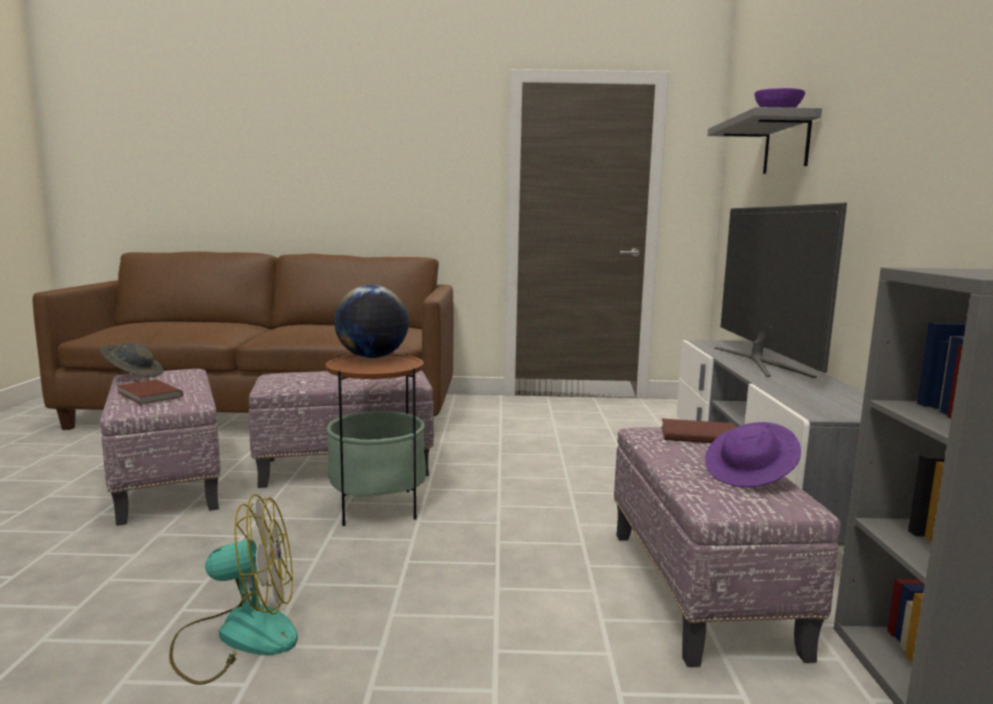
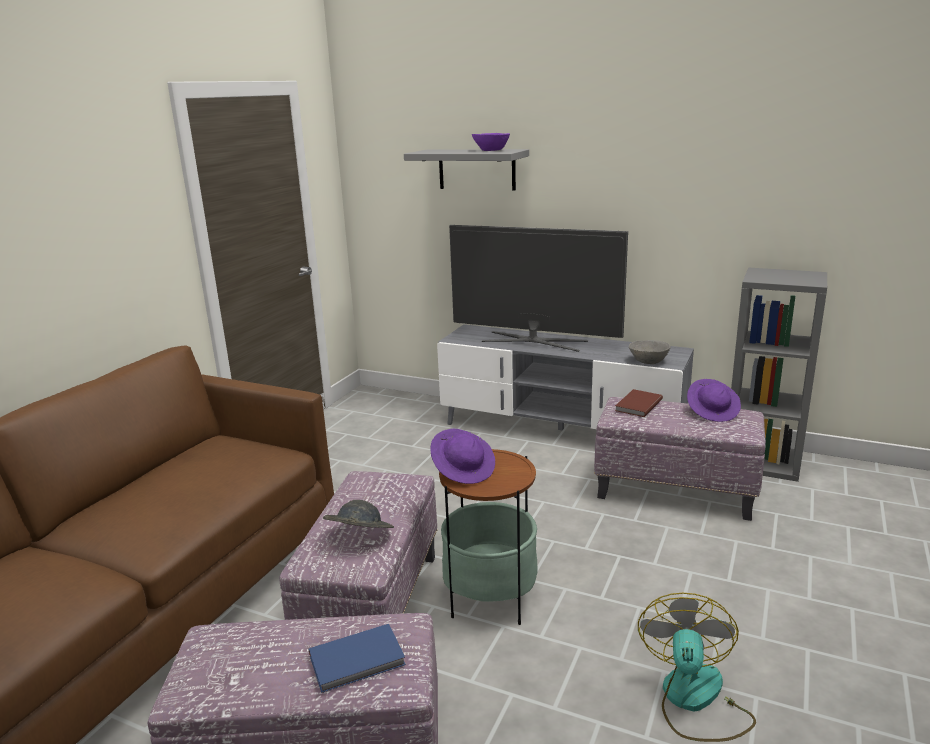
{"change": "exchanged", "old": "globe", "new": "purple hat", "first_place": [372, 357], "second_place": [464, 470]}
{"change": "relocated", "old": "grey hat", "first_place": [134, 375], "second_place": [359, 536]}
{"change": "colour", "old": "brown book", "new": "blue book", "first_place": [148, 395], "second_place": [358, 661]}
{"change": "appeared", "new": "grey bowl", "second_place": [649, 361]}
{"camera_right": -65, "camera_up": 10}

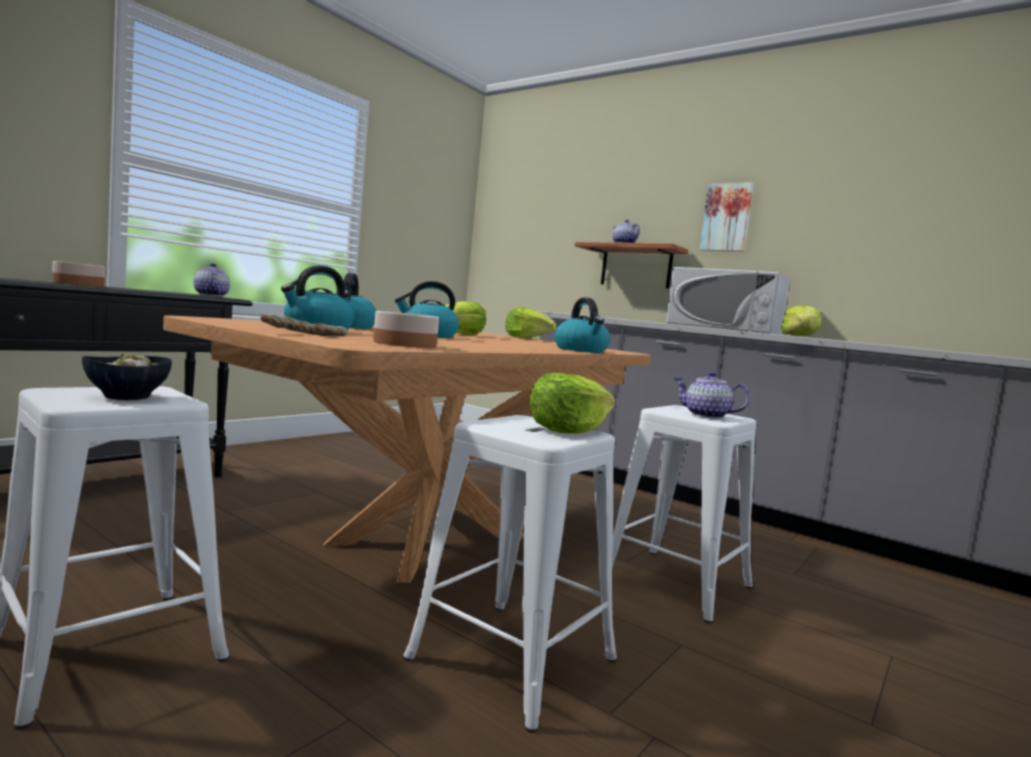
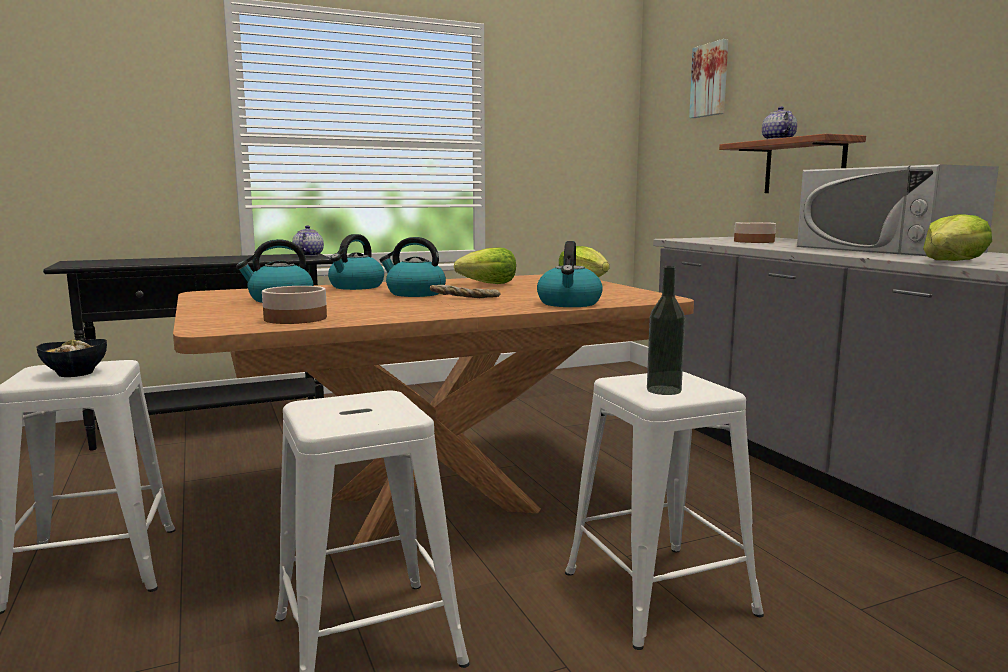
{"change": "relocated", "old": "picture", "first_place": [727, 218], "second_place": [710, 80]}
{"change": "relocated", "old": "bowl", "first_place": [78, 284], "second_place": [753, 241]}
{"change": "relocated", "old": "bread", "first_place": [305, 335], "second_place": [465, 299]}
{"change": "exchanged", "old": "teapot", "new": "bottle", "first_place": [705, 416], "second_place": [663, 390]}
{"change": "missing", "old": "lettuce", "first_place": [568, 430]}
{"camera_right": 30, "camera_up": 5}

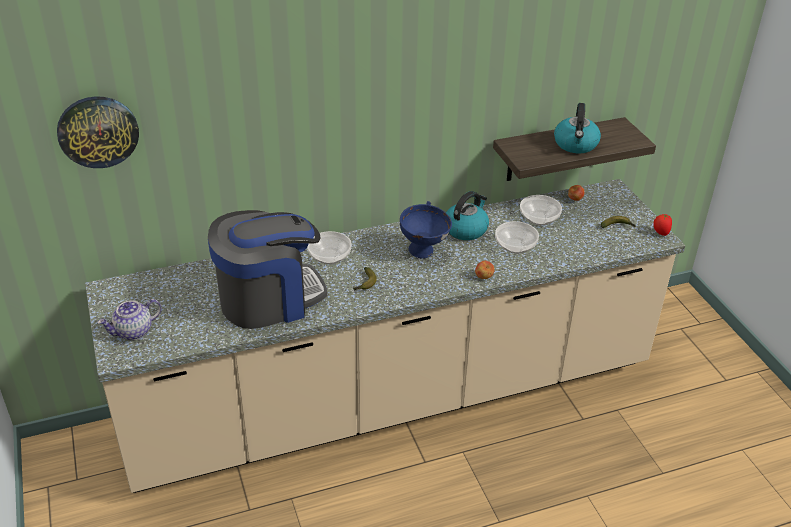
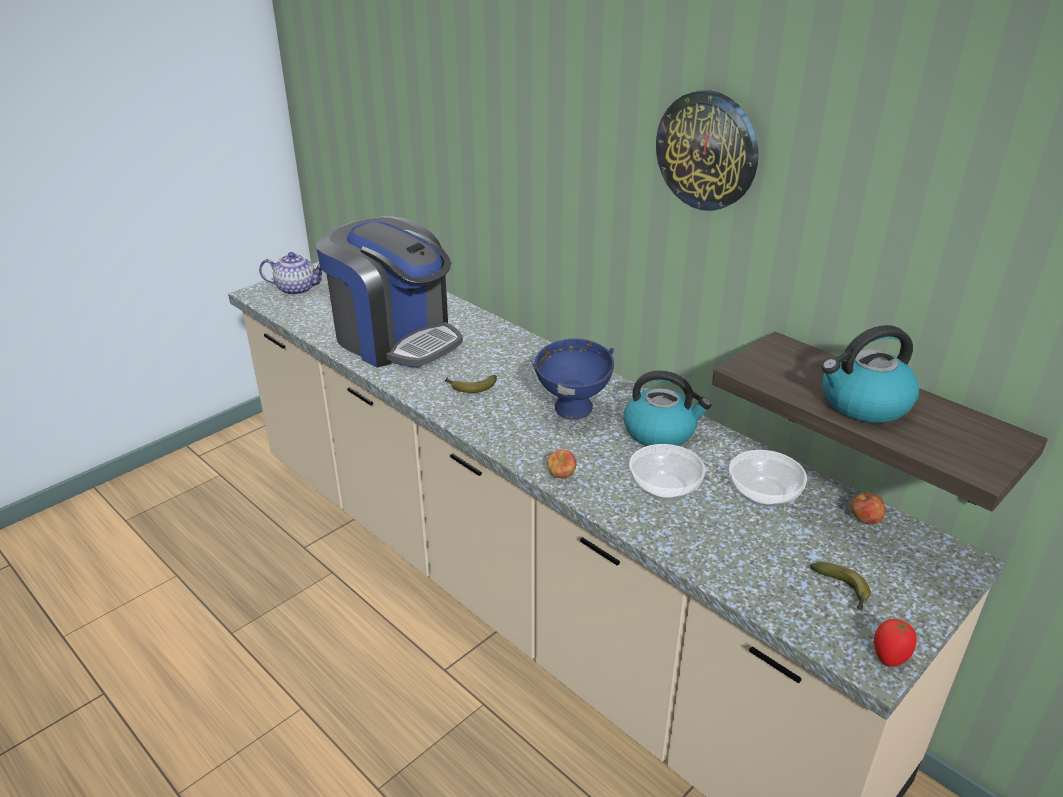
{"change": "relocated", "old": "wall clock", "first_place": [98, 131], "second_place": [707, 150]}
{"change": "missing", "old": "bowl", "first_place": [330, 257]}
{"change": "spun", "old": "teapot", "first_place": [133, 332], "second_place": [297, 289], "degrees": 150}
{"camera_right": 65, "camera_up": -5}

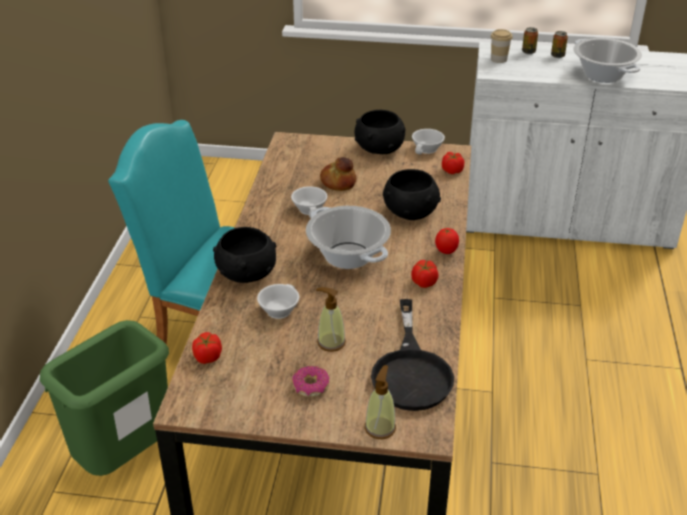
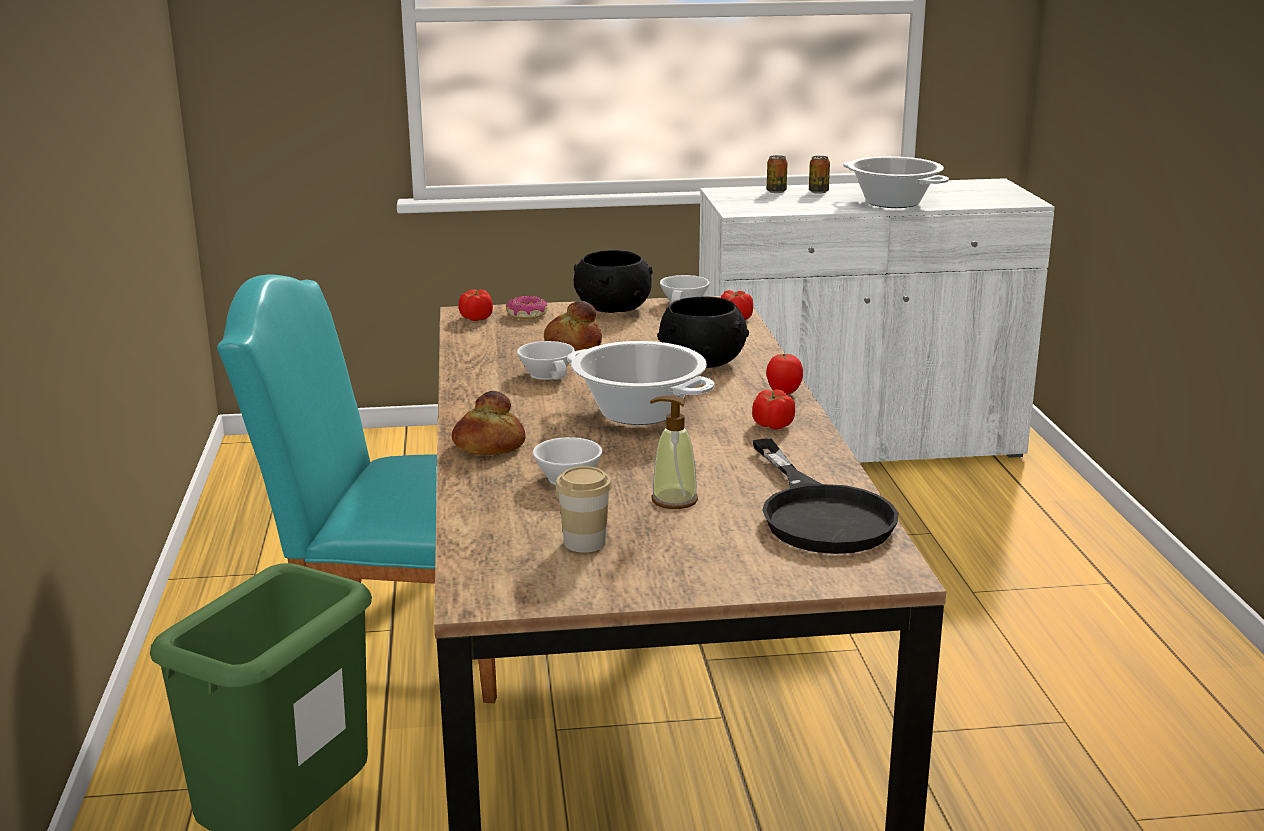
{"change": "relocated", "old": "cup", "first_place": [499, 59], "second_place": [584, 542]}
{"change": "exchanged", "old": "black bowl", "new": "bread", "first_place": [246, 273], "second_place": [488, 446]}
{"change": "relocated", "old": "tomato", "first_place": [207, 357], "second_place": [476, 318]}
{"change": "missing", "old": "soap dispenser", "first_place": [380, 428]}
{"change": "relocated", "old": "donut", "first_place": [310, 386], "second_place": [526, 315]}
{"camera_right": -15, "camera_up": -15}

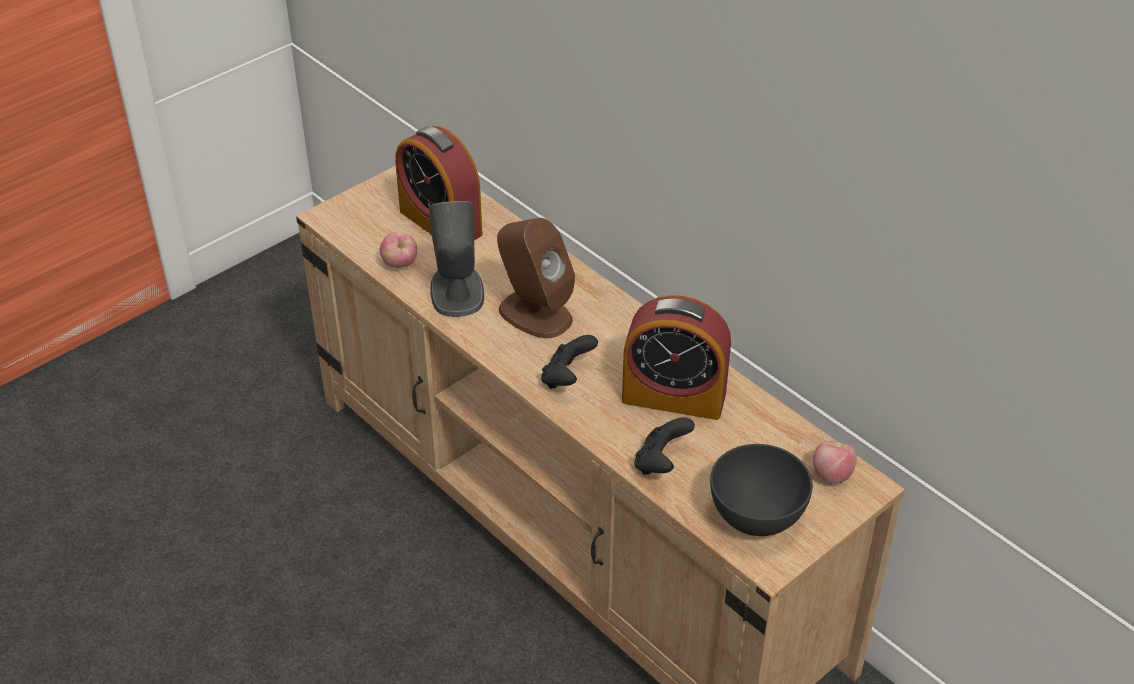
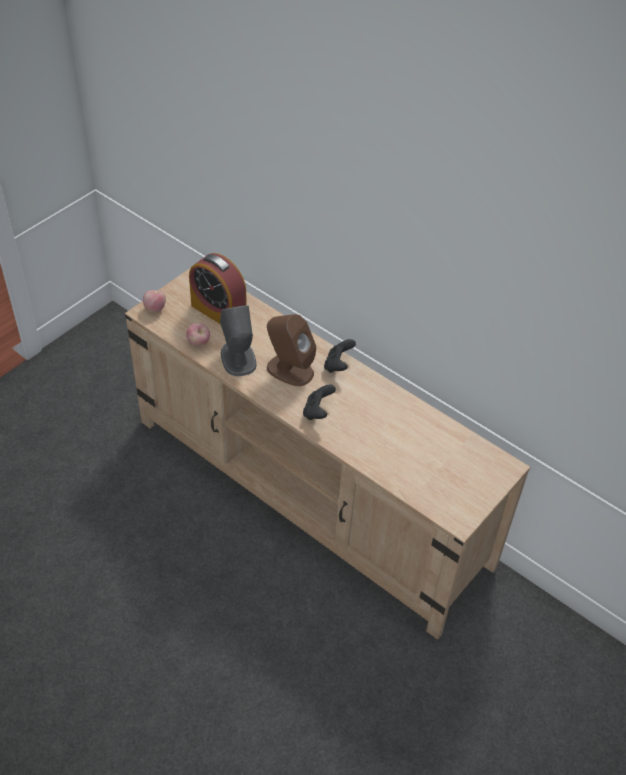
{"change": "missing", "old": "alarm clock", "first_place": [674, 396]}
{"change": "relocated", "old": "black game controller", "first_place": [661, 463], "second_place": [338, 365]}
{"change": "relocated", "old": "apple", "first_place": [832, 475], "second_place": [155, 308]}
{"change": "missing", "old": "grey bowl", "first_place": [756, 515]}
{"camera_right": -10, "camera_up": 5}

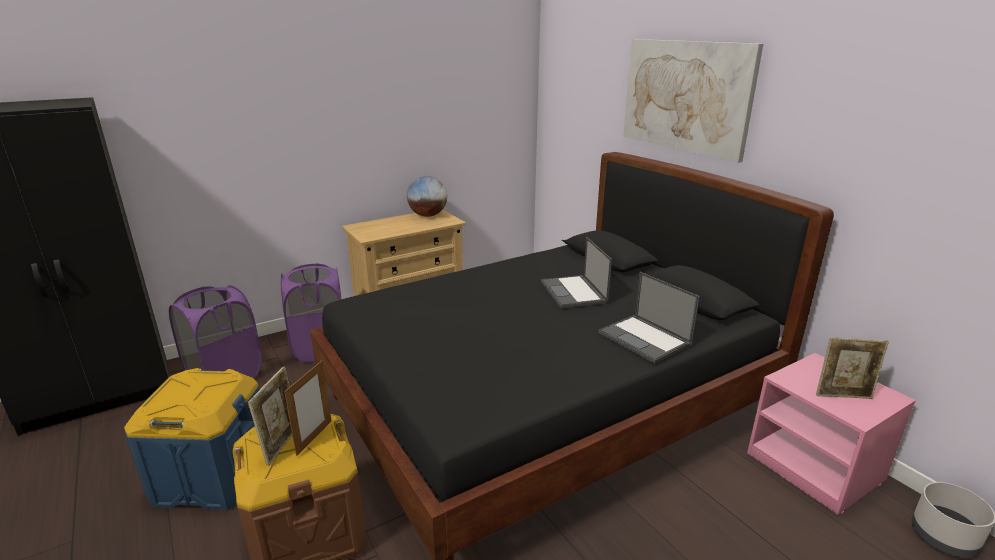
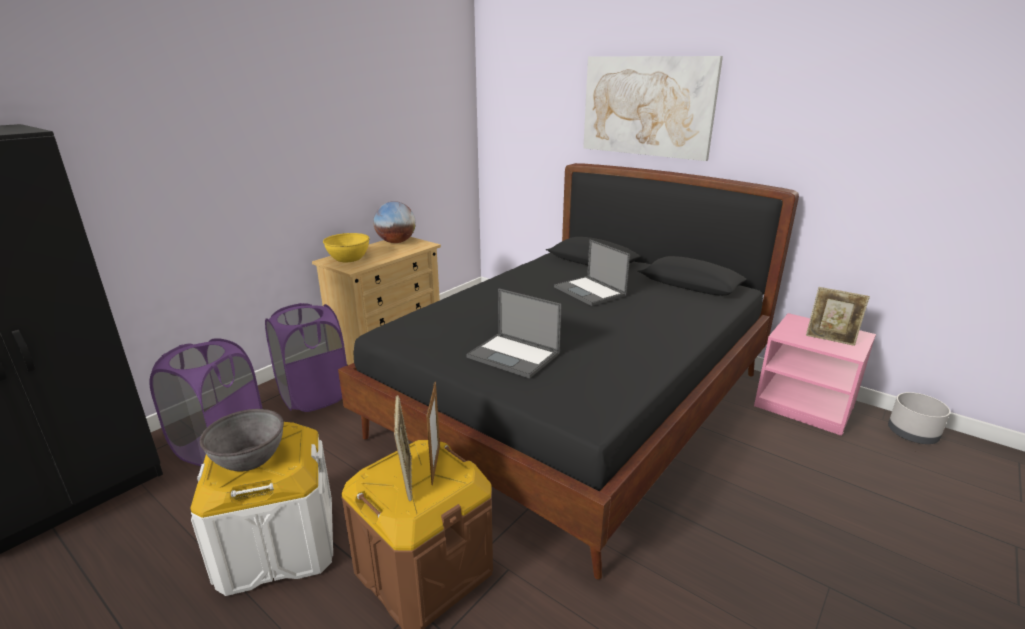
{"change": "relocated", "old": "laptop", "first_place": [645, 339], "second_place": [514, 355]}
{"change": "spun", "old": "picture frame", "first_place": [843, 395], "second_place": [830, 340], "degrees": 45}
{"change": "colour", "old": "blue storage box", "new": "white storage box", "first_place": [214, 475], "second_place": [278, 544]}
{"change": "appeared", "new": "yellow bowl", "second_place": [349, 258]}
{"change": "appeared", "new": "grey bowl", "second_place": [249, 458]}
{"camera_right": -20, "camera_up": 0}

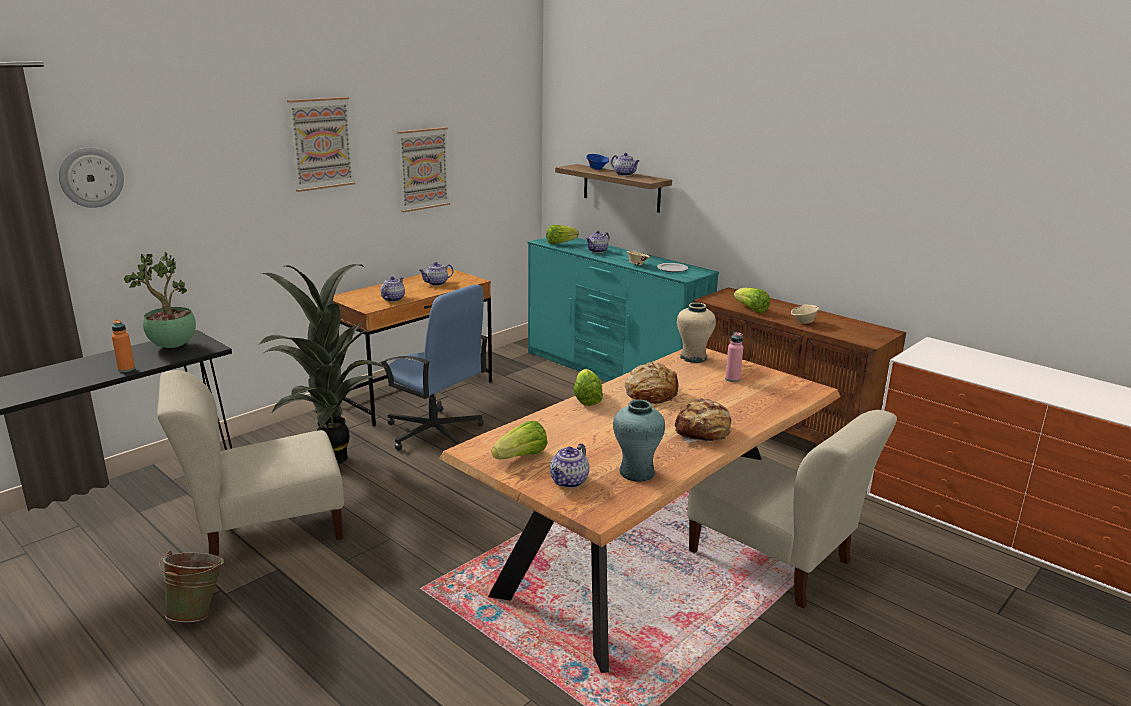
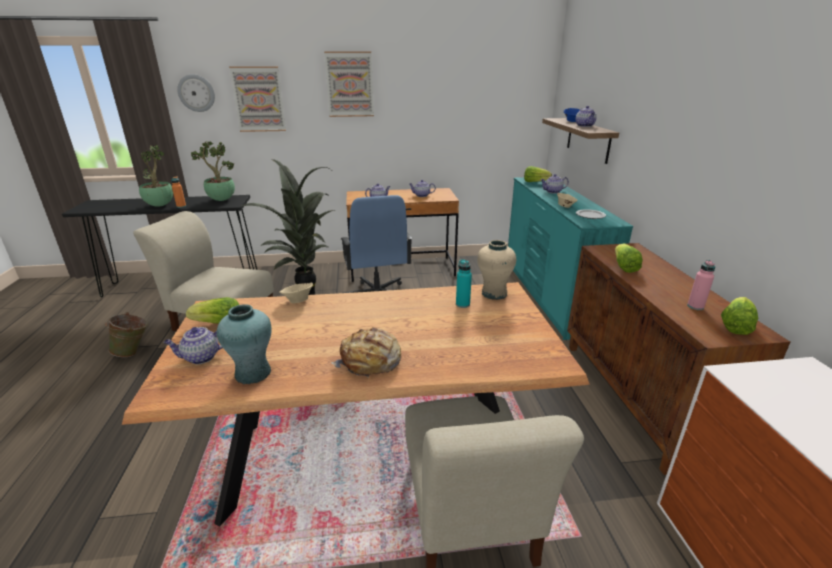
{"change": "relocated", "old": "picture", "first_place": [423, 169], "second_place": [258, 99]}
{"change": "relocated", "old": "beige bowl", "first_place": [803, 322], "second_place": [298, 301]}
{"change": "relocated", "old": "pink bottle", "first_place": [732, 379], "second_place": [695, 306]}
{"change": "missing", "old": "bread", "first_place": [651, 393]}
{"change": "relocated", "old": "lettuce", "first_place": [586, 399], "second_place": [735, 326]}
{"change": "appeared", "new": "potted plant", "second_place": [160, 205]}
{"change": "appeared", "new": "turquoise bottle", "second_place": [462, 304]}
{"camera_right": 40, "camera_up": 5}

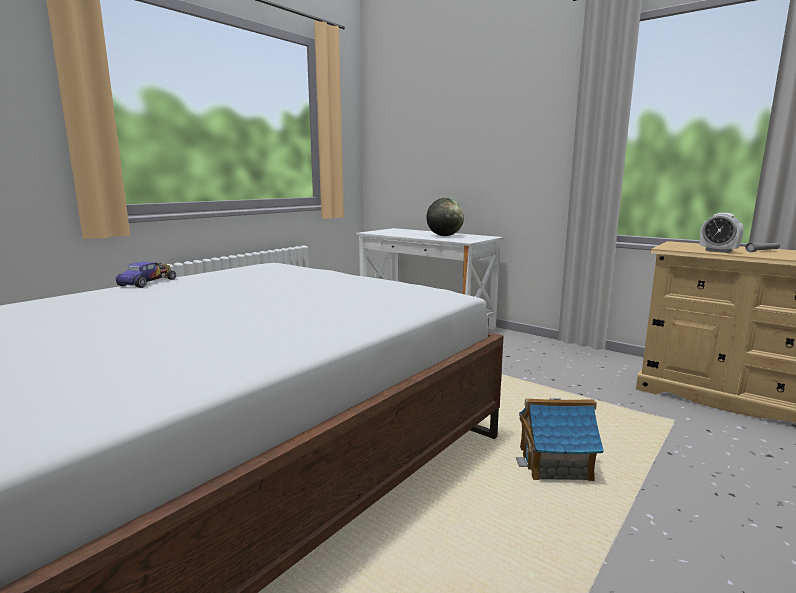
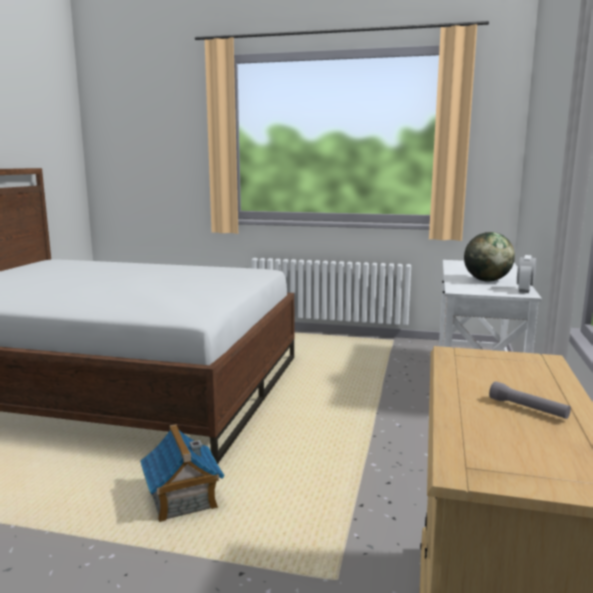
{"change": "relocated", "old": "alarm clock", "first_place": [718, 251], "second_place": [524, 290]}
{"change": "missing", "old": "toy car", "first_place": [148, 282]}
{"camera_right": 65, "camera_up": 0}

